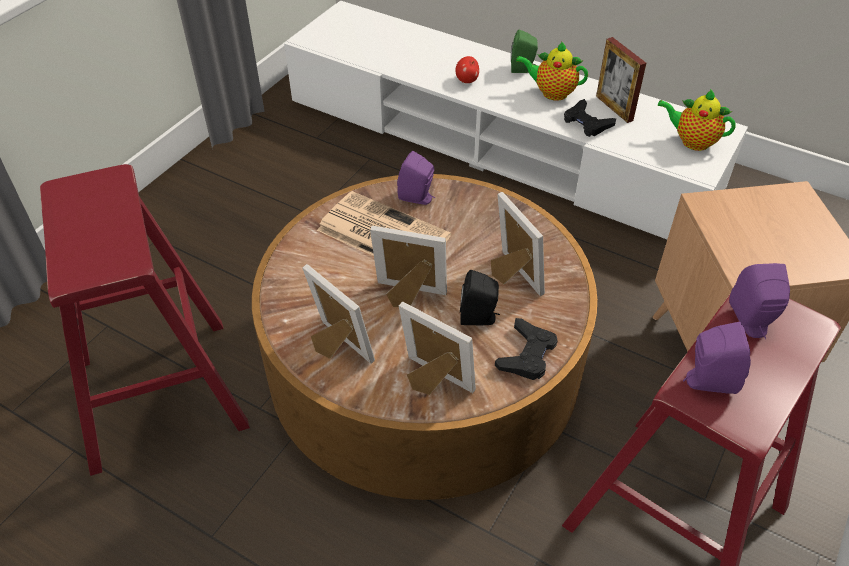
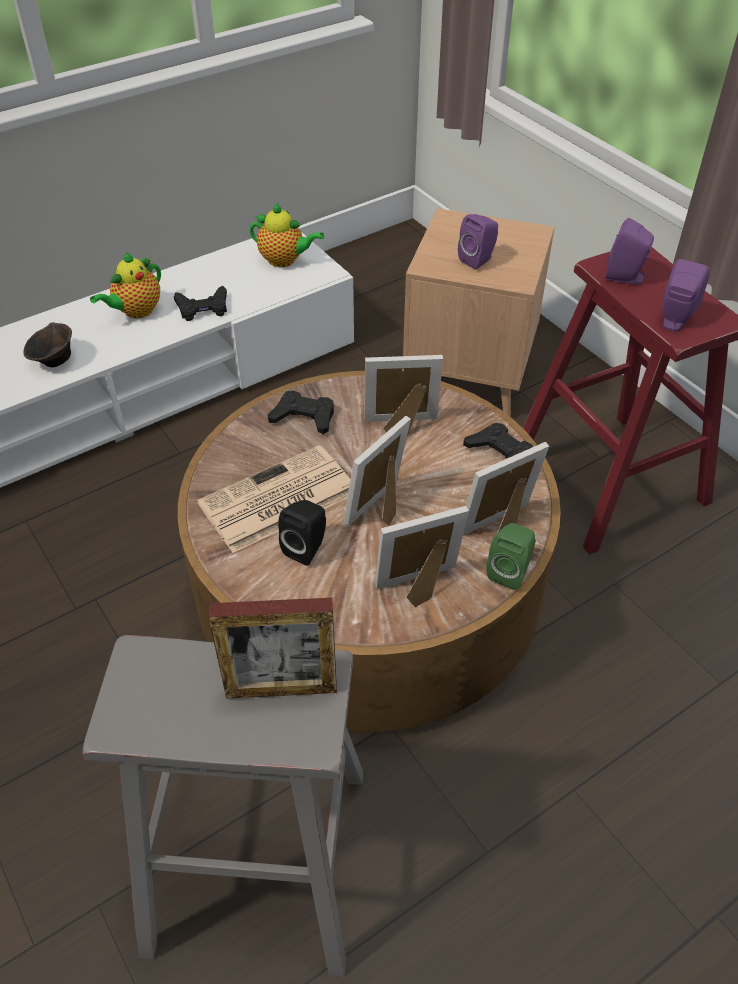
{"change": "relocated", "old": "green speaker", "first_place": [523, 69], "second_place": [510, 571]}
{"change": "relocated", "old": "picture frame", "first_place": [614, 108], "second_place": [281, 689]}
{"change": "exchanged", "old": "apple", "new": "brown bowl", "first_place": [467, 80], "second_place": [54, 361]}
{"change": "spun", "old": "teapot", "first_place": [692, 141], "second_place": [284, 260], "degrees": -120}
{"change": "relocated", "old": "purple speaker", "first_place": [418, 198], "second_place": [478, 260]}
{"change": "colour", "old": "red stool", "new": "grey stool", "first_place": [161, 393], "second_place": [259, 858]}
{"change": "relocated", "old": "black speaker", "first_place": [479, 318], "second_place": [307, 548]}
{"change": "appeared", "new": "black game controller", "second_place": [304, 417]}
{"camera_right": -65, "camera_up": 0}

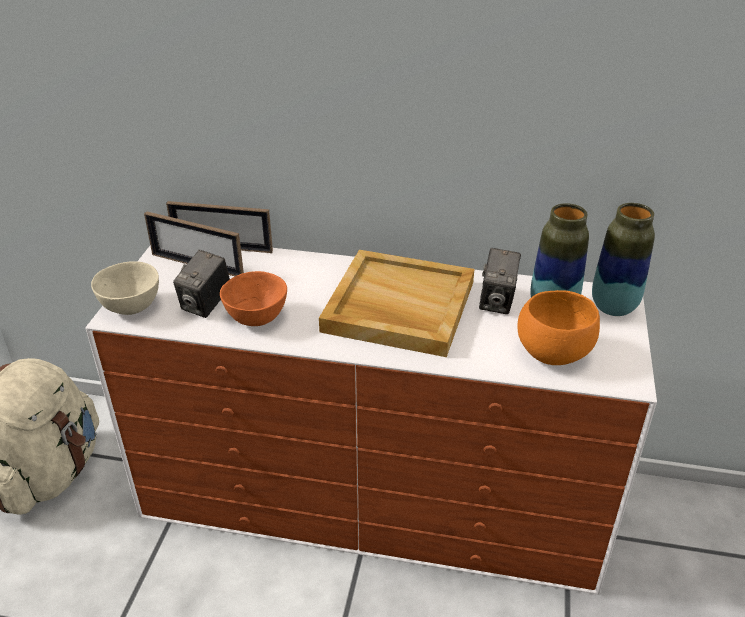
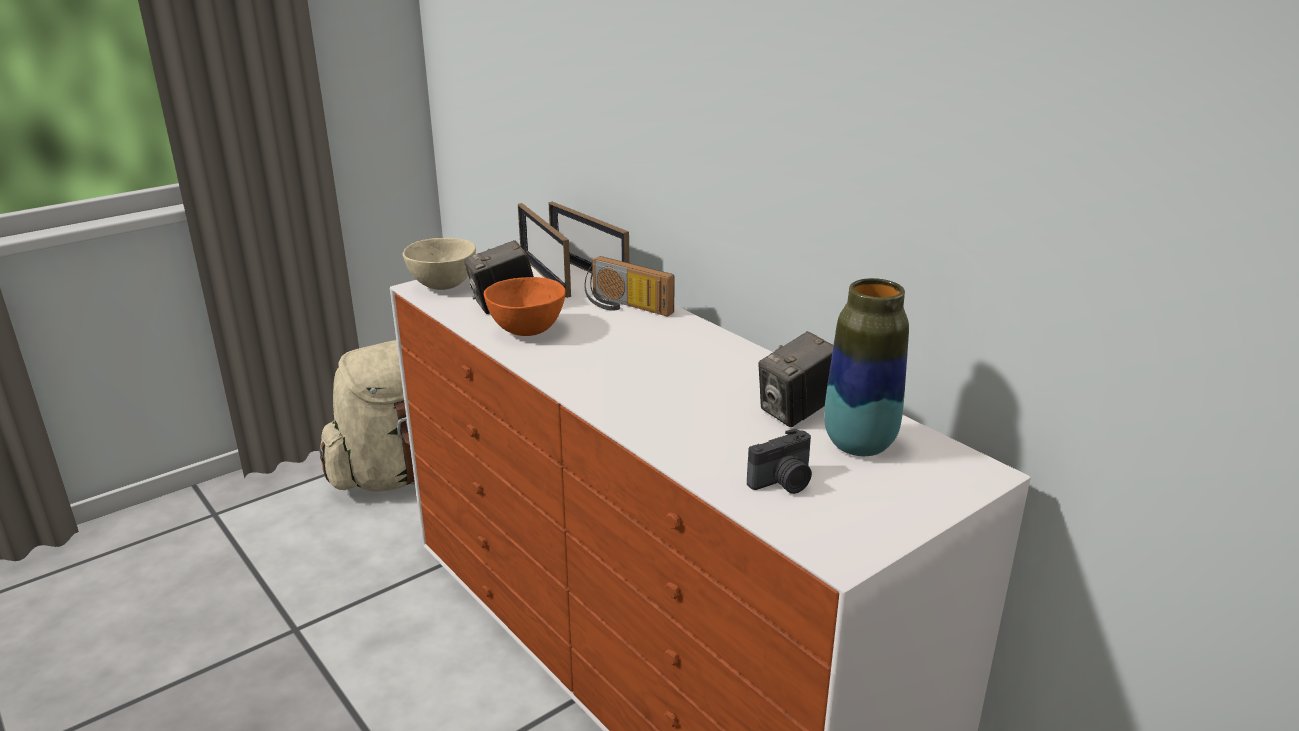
{"change": "missing", "old": "vase", "first_place": [613, 307]}
{"change": "missing", "old": "beige tray", "first_place": [397, 307]}
{"change": "exchanged", "old": "orange bowl", "new": "photo camera", "first_place": [551, 353], "second_place": [783, 482]}
{"change": "appeared", "new": "radio", "second_place": [625, 307]}
{"camera_right": 40, "camera_up": -10}

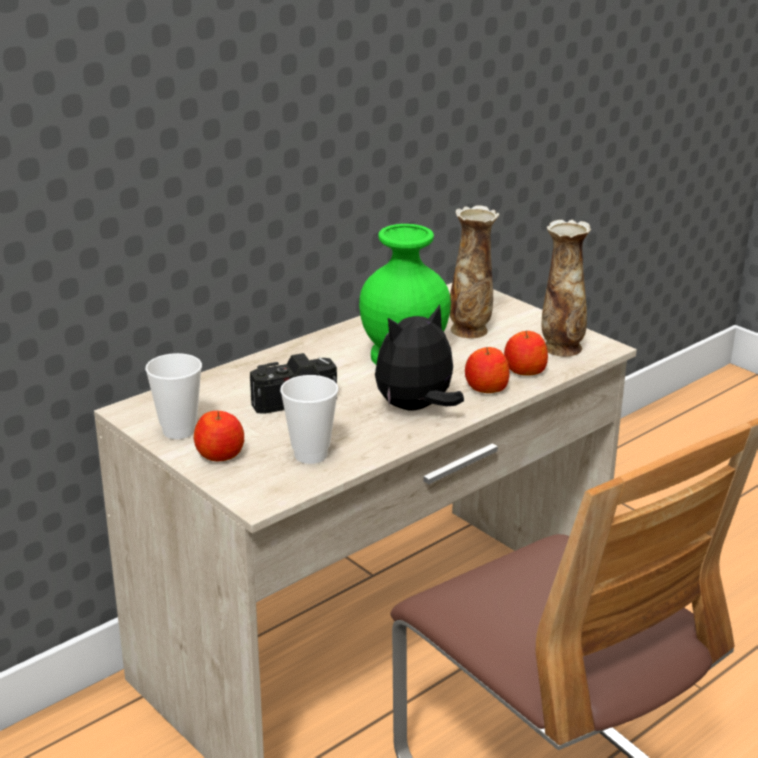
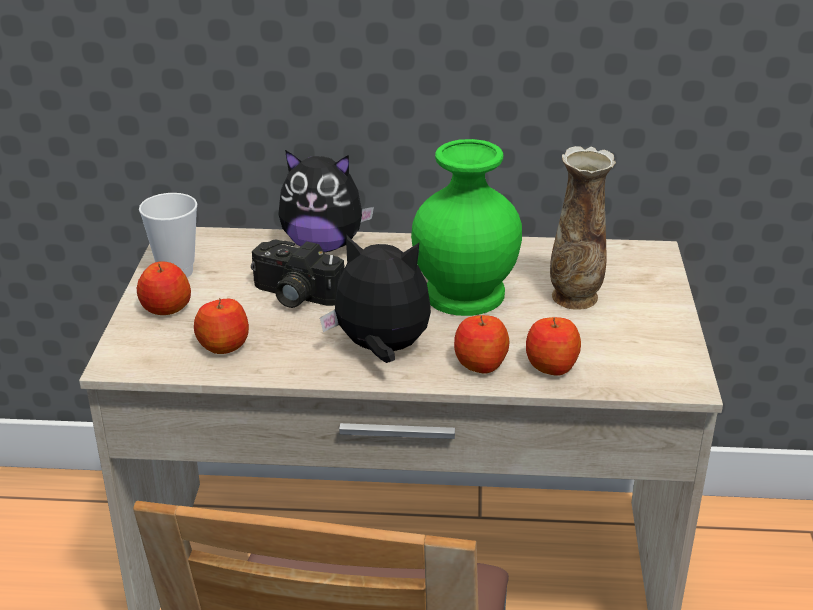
{"change": "missing", "old": "vase", "first_place": [561, 348]}
{"change": "exchanged", "old": "cup", "new": "apple", "first_place": [310, 455], "second_place": [223, 345]}
{"change": "appeared", "new": "plush toy", "second_place": [323, 245]}
{"camera_right": 45, "camera_up": 5}

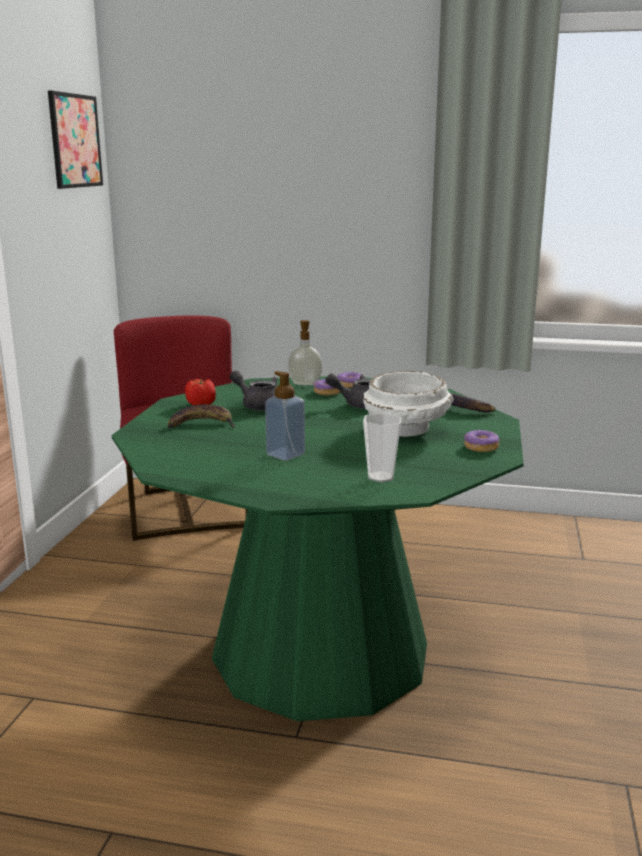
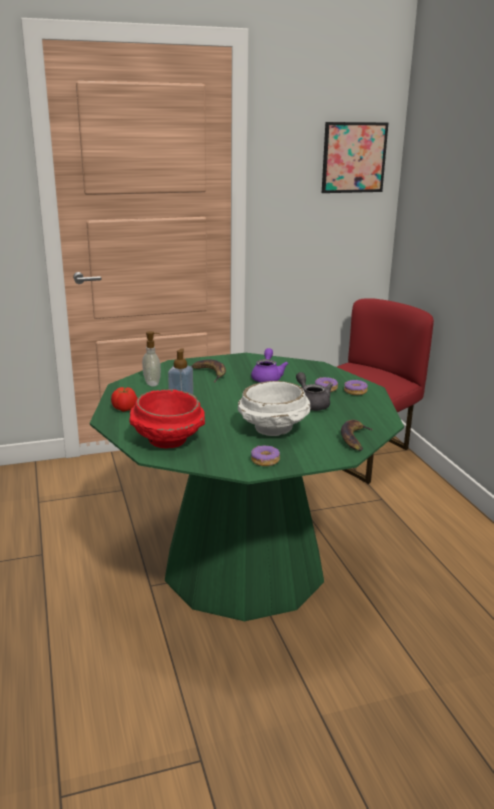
{"change": "relocated", "old": "soap dispenser", "first_place": [305, 383], "second_place": [153, 383]}
{"change": "colour", "old": "grey teapot", "new": "purple teapot", "first_place": [258, 405], "second_place": [267, 377]}
{"change": "relocated", "old": "tomato", "first_place": [201, 404], "second_place": [124, 409]}
{"change": "exchanged", "old": "cup", "new": "red bowl", "first_place": [381, 477], "second_place": [168, 440]}
{"camera_right": 60, "camera_up": 5}

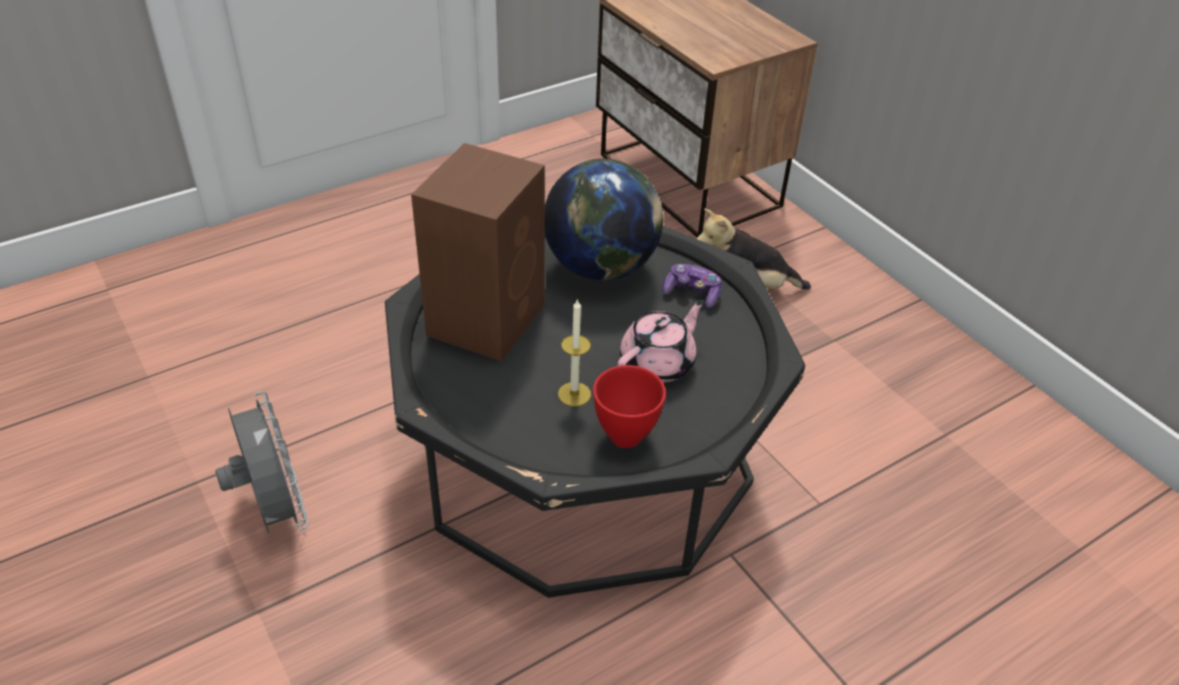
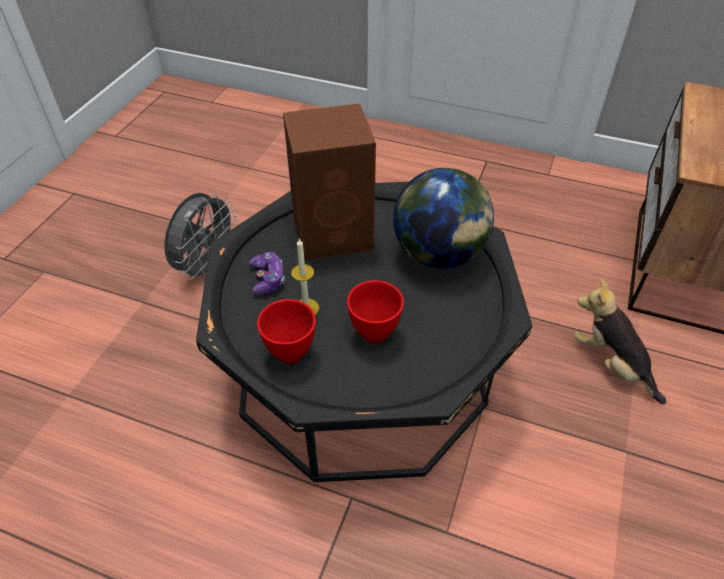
{"change": "relocated", "old": "game controller", "first_place": [692, 293], "second_place": [267, 279]}
{"change": "exchanged", "old": "pink teapot", "new": "red bowl", "first_place": [658, 363], "second_place": [375, 333]}
{"camera_right": 55, "camera_up": 5}

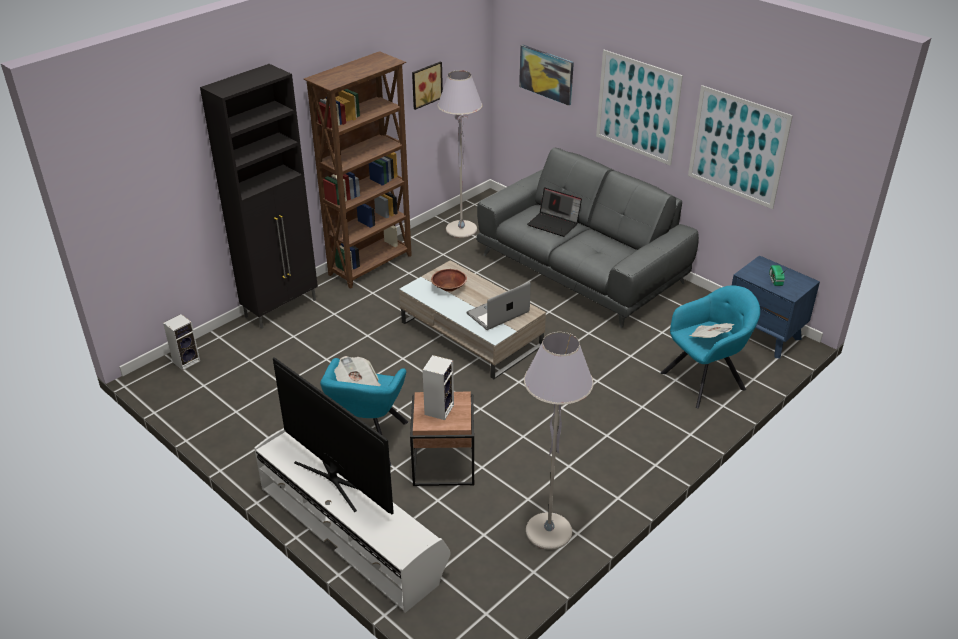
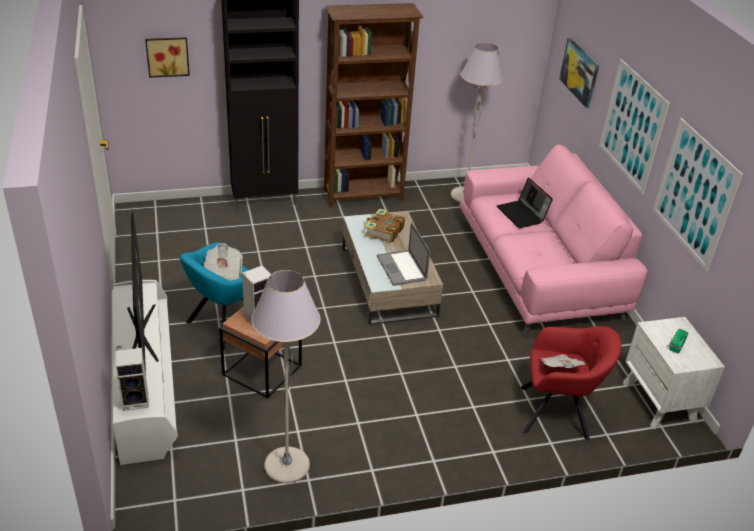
{"change": "relocated", "old": "picture", "first_place": [425, 84], "second_place": [167, 56]}
{"change": "colour", "old": "grey sofa", "new": "pink sofa", "first_place": [581, 269], "second_place": [539, 269]}
{"change": "colour", "old": "blue nightstand", "new": "white nightstand", "first_place": [764, 335], "second_place": [660, 401]}
{"change": "exchanged", "old": "brown bowl", "new": "book", "first_place": [449, 287], "second_place": [383, 231]}
{"change": "spun", "old": "laptop", "first_place": [498, 313], "second_place": [401, 268], "degrees": -105}
{"change": "colour", "old": "turquoise armchair", "new": "red armchair", "first_place": [705, 380], "second_place": [558, 413]}
{"change": "relocated", "old": "speaker", "first_place": [187, 361], "second_place": [137, 400]}
{"camera_right": 30, "camera_up": 0}

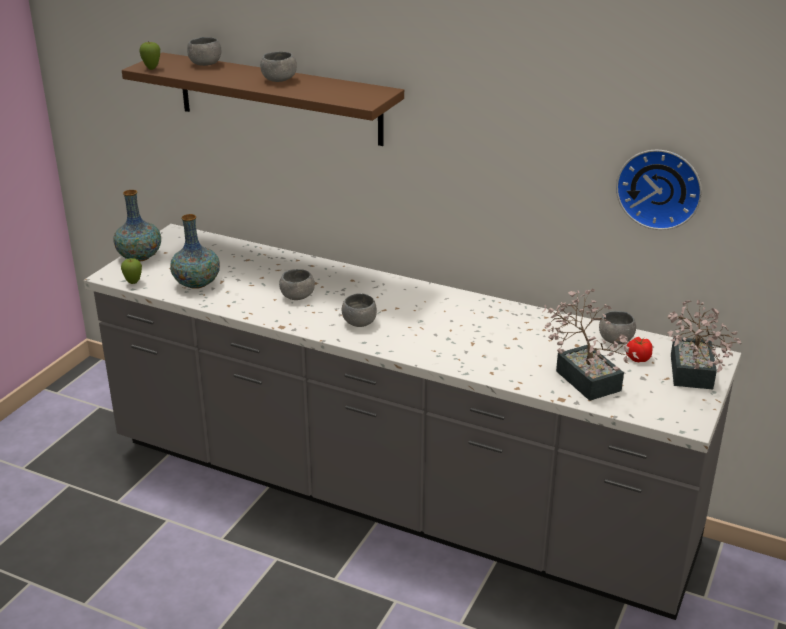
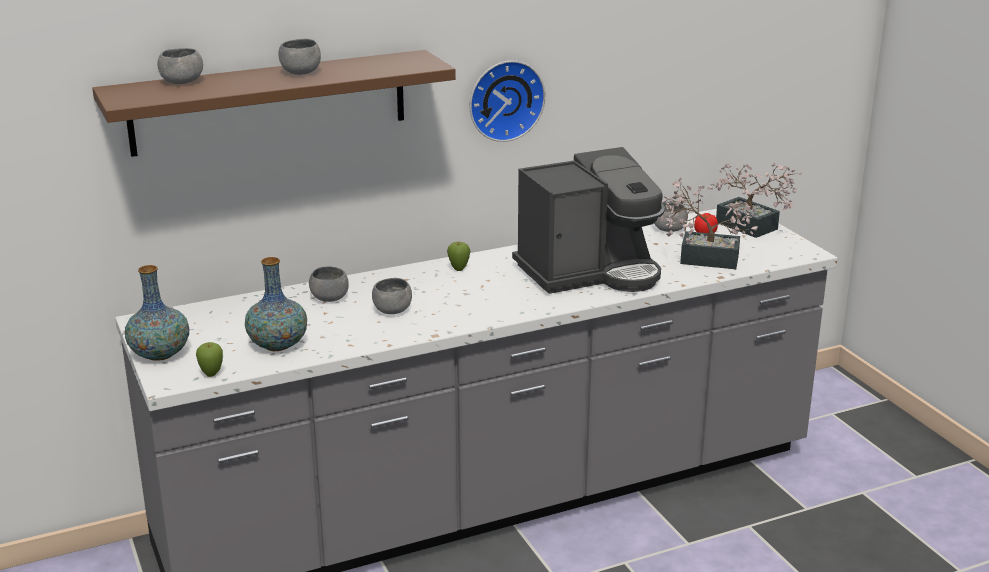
{"change": "relocated", "old": "apple", "first_place": [152, 68], "second_place": [458, 269]}
{"change": "relocated", "old": "wall clock", "first_place": [660, 187], "second_place": [504, 99]}
{"change": "relocated", "old": "grey bowl", "first_place": [359, 323], "second_place": [329, 298]}
{"change": "appeared", "new": "coffee machine", "second_place": [590, 272]}
{"camera_right": -50, "camera_up": -5}

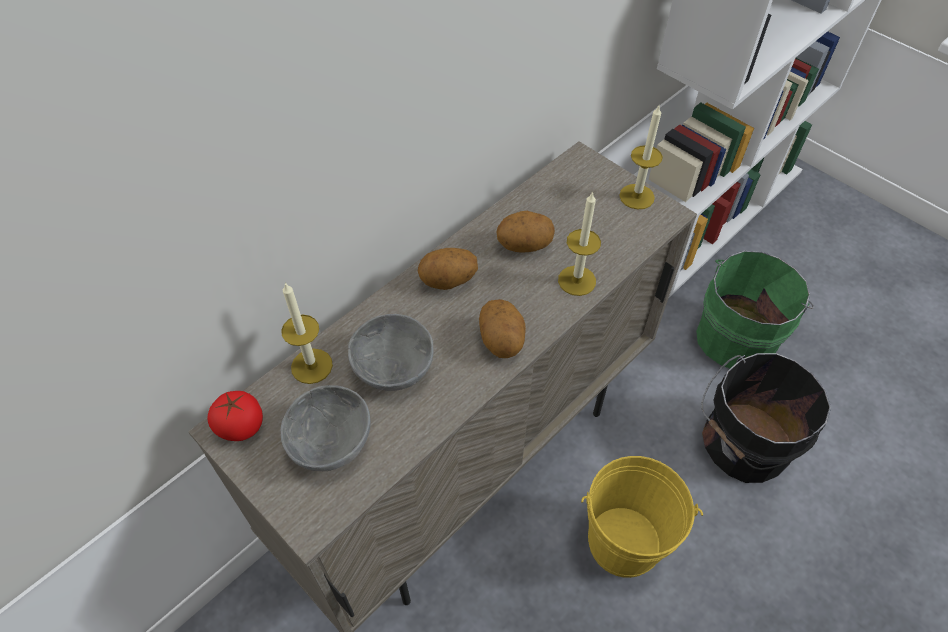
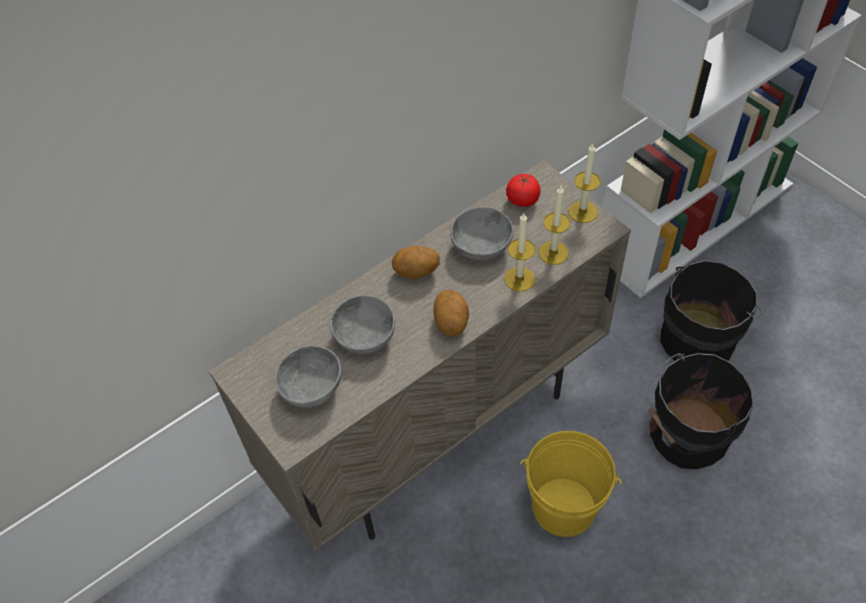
{"change": "exchanged", "old": "potato", "new": "grey bowl", "first_place": [524, 245], "second_place": [482, 247]}
{"change": "colour", "old": "green bucket", "new": "black bucket", "first_place": [738, 335], "second_place": [700, 337]}
{"change": "relocated", "old": "candle", "first_place": [311, 366], "second_place": [553, 253]}
{"change": "relocated", "old": "tomato", "first_place": [241, 426], "second_place": [522, 200]}
{"camera_right": 10, "camera_up": 0}

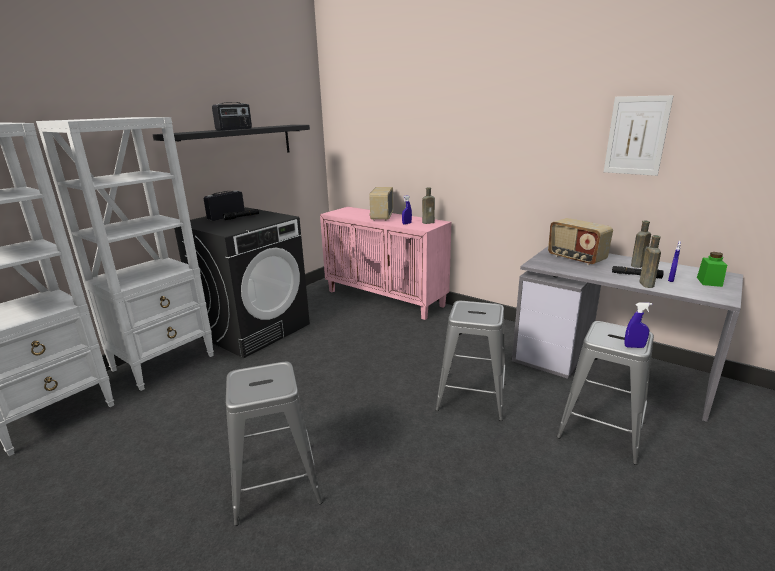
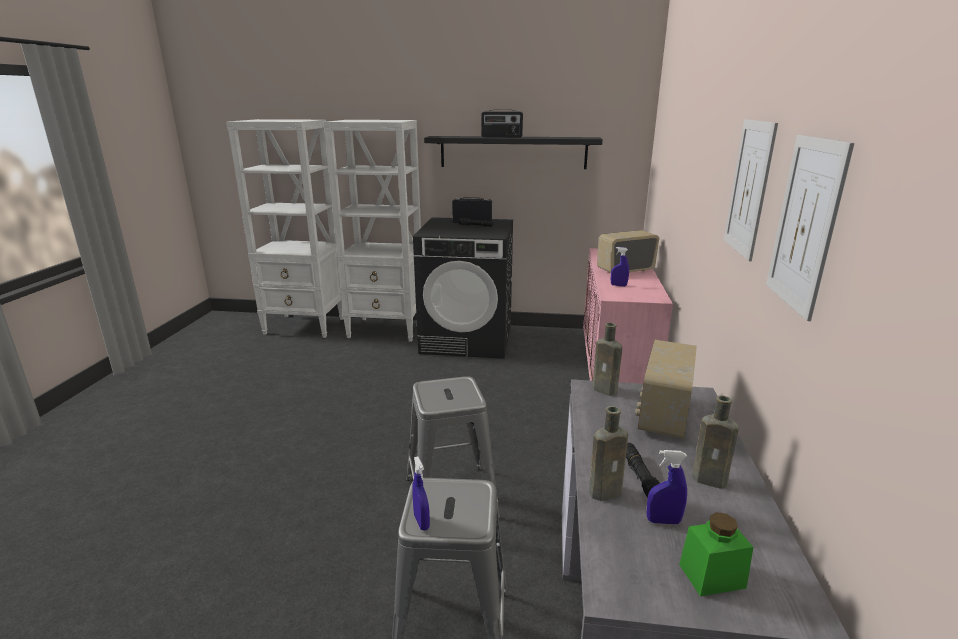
{"change": "relocated", "old": "brown bottle", "first_place": [429, 222], "second_place": [606, 390]}
{"change": "missing", "old": "grey stool", "first_place": [276, 482]}
{"change": "appeared", "new": "picture", "second_place": [749, 188]}
{"camera_right": 60, "camera_up": 0}

